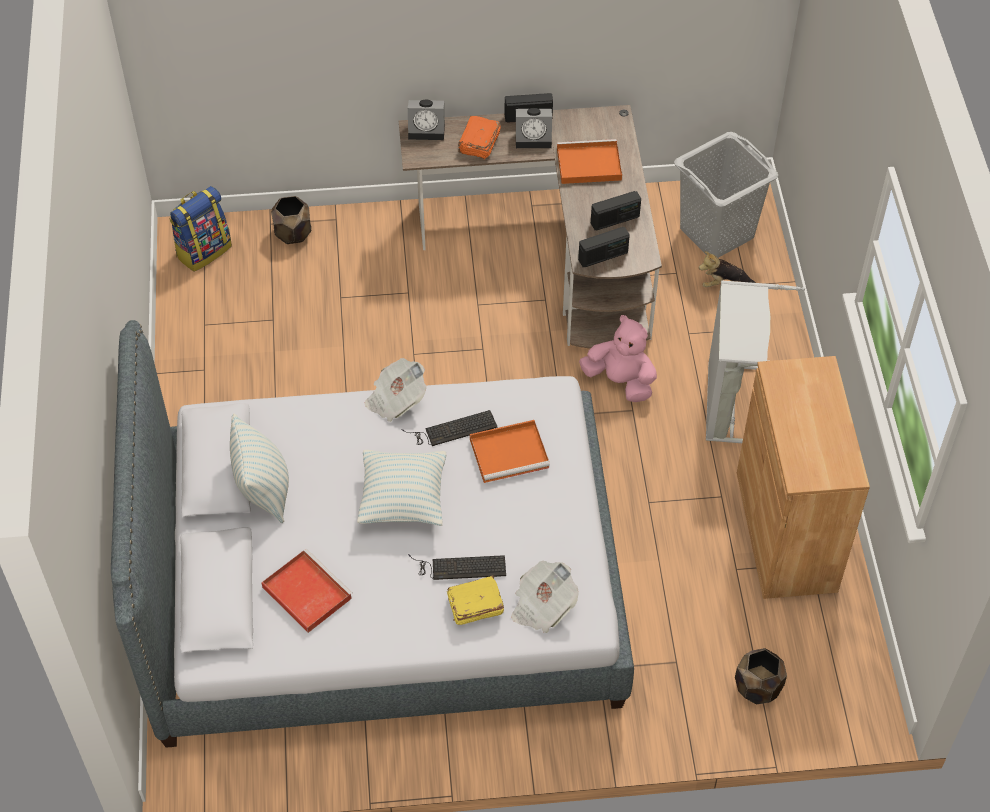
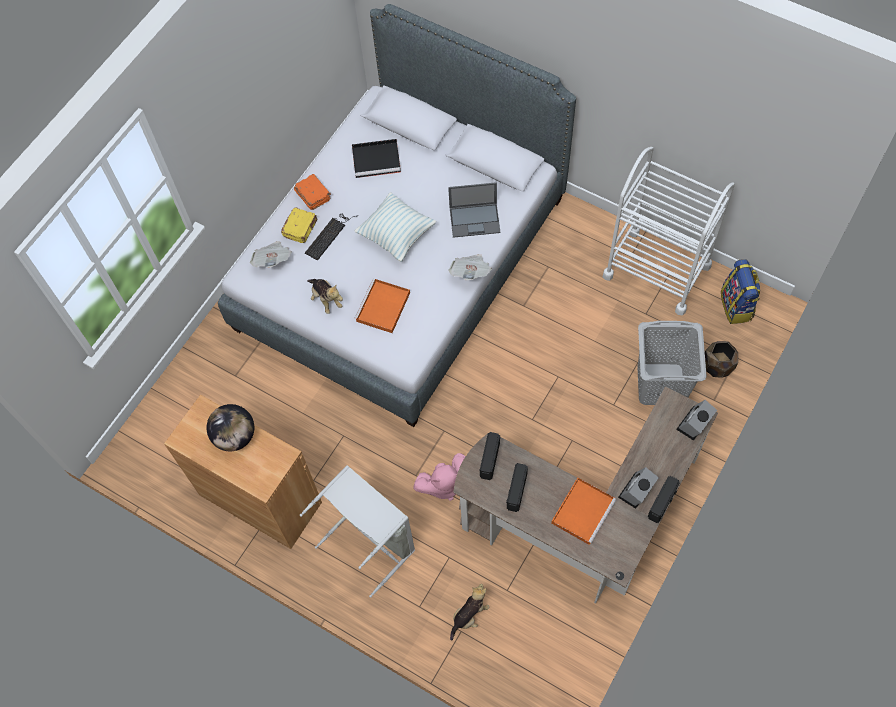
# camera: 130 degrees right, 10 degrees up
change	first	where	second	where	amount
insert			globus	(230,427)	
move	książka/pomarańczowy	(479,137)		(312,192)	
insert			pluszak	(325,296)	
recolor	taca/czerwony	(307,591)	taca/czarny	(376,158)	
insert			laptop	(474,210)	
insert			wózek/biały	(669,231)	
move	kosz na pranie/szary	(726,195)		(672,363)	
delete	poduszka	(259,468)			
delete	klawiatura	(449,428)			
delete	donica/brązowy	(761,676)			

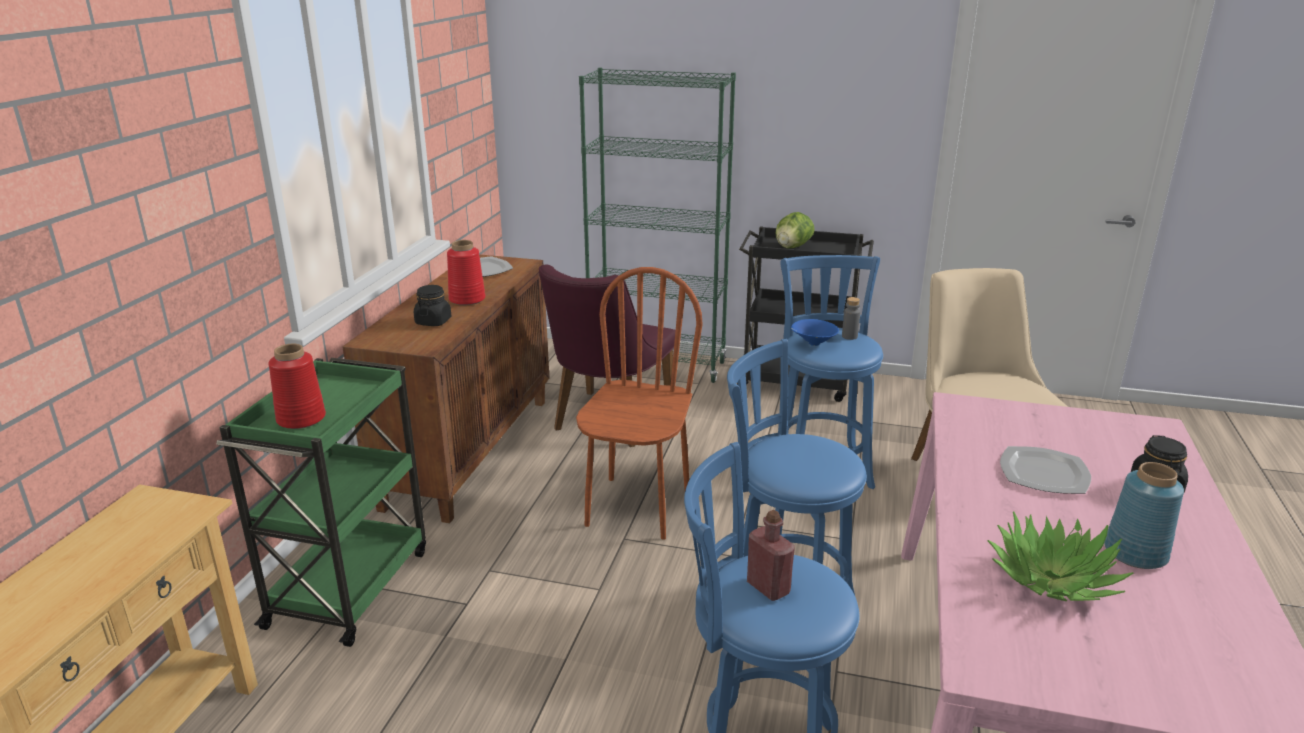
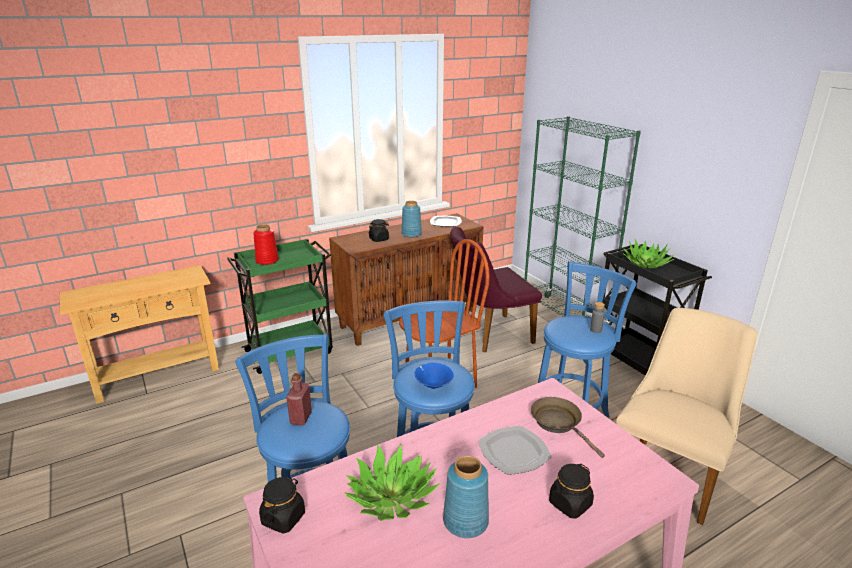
# camera: 45 degrees right, 0 degrees up
change	first	where	second	where	amount
insert			słoik/czarny	(282,504)	
recolor	wazon/czerwony	(466,272)	wazon/niebieski	(411,219)	
move	miska/niebieski	(815,332)		(434,376)	
insert			patelnia/brązowy	(568,427)	
replace	sałata	(795,230)	roślina doniczkowa	(648,253)	

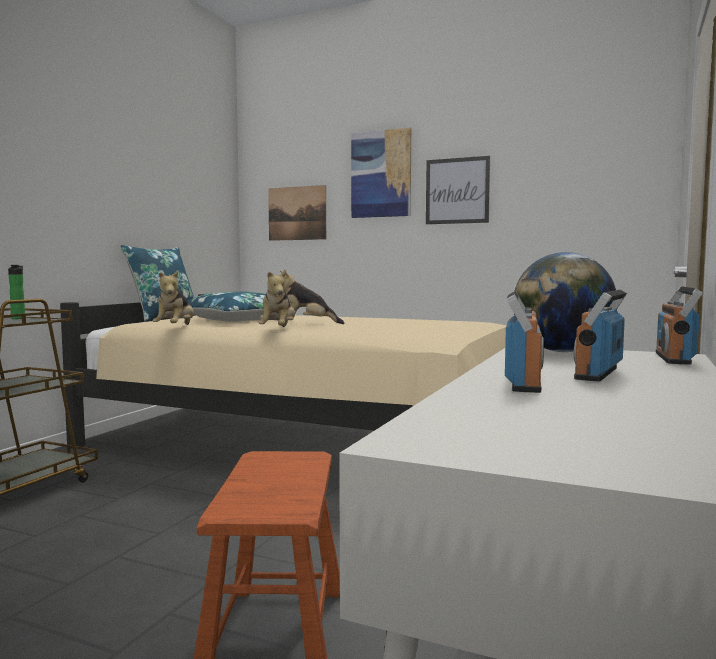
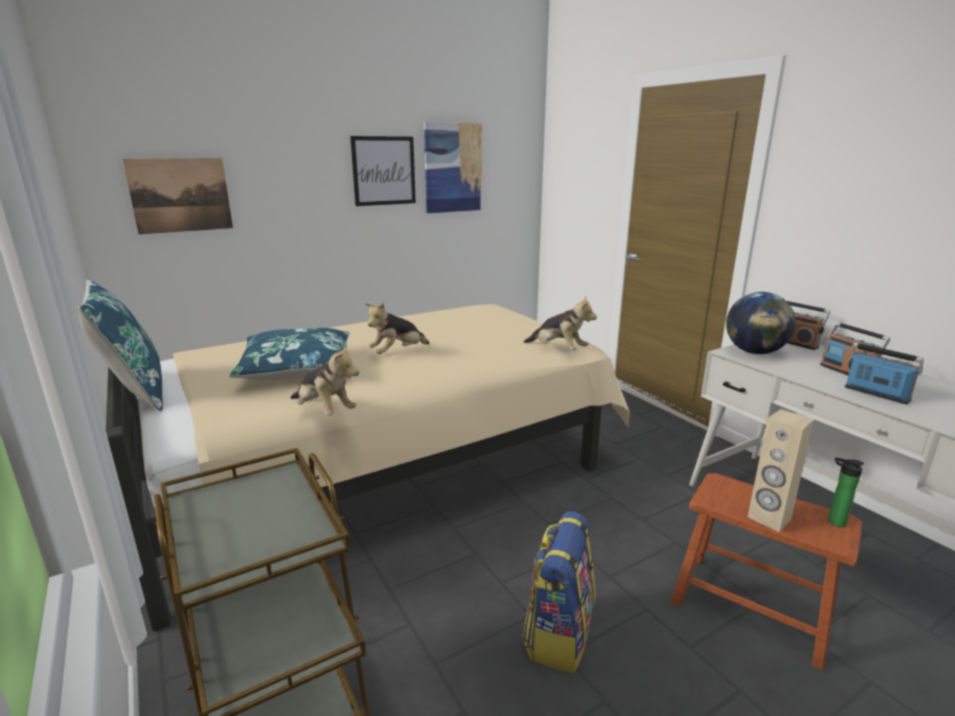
# camera: 55 degrees left, 15 degrees up
change	first	where	second	where	amount
move	obraz	(381,173)		(453,167)	
insert			plecak	(559,592)	
move	pluszak	(277,298)		(560,323)	
insert			głośnik/beżowy	(781,470)	
move	butelka	(16,292)		(846,492)	

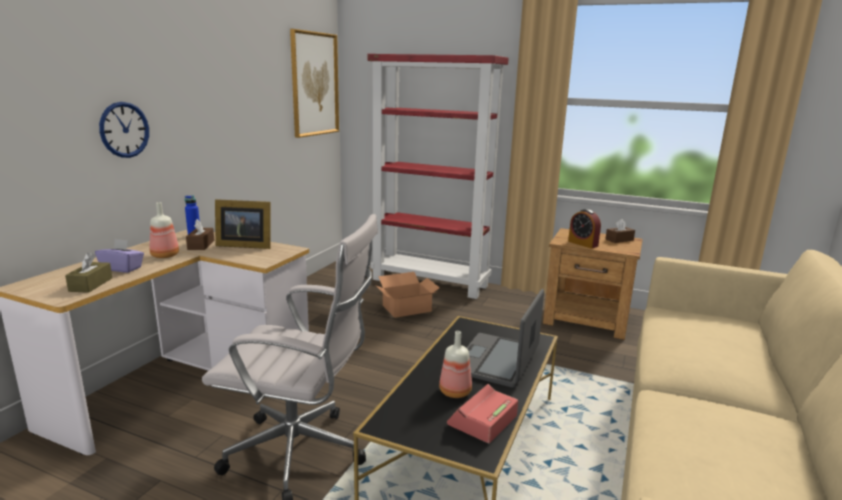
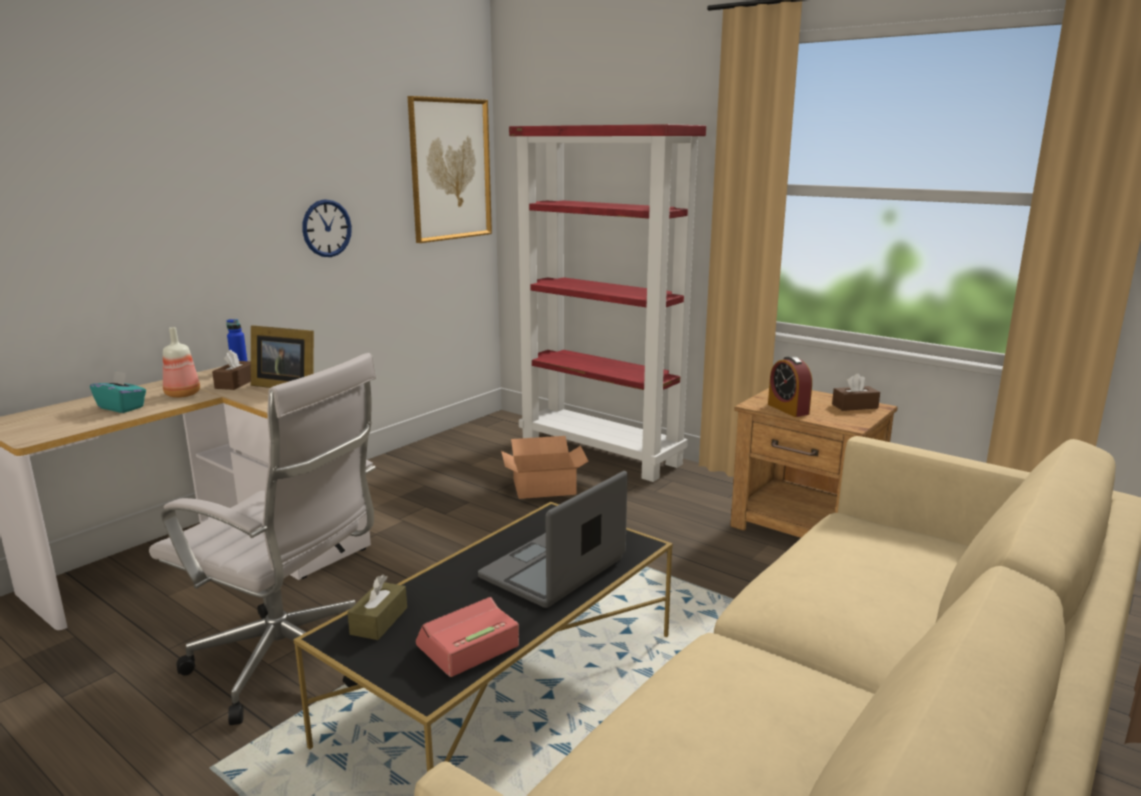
# camera: 15 degrees right, 0 degrees up
change	first	where	second	where	amount
recolor	pudełko chusteczek/fioletowy	(119,256)	pudełko chusteczek/turkusowy	(118,392)	
move	zegar ścienny	(124,130)		(327,228)	
move	pudełko chusteczek/brązowy	(88,273)		(377,607)	
delete	butelka	(455,364)			

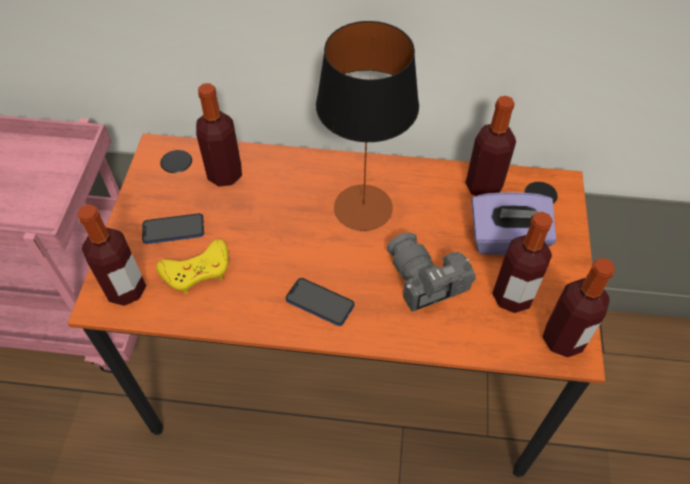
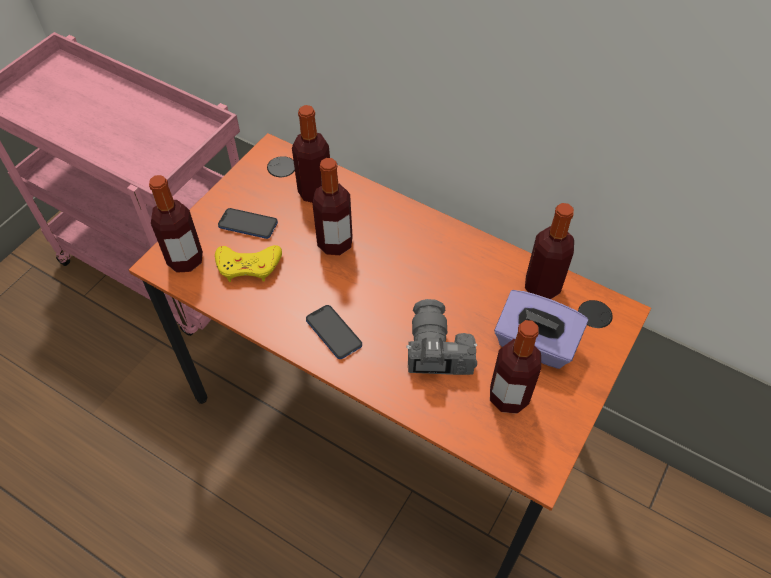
# camera: 25 degrees right, 0 degrees up
change	first	where	second	where	amount
move	butelka	(578,308)		(333,206)	
delete	lampa stołowa	(367,126)			

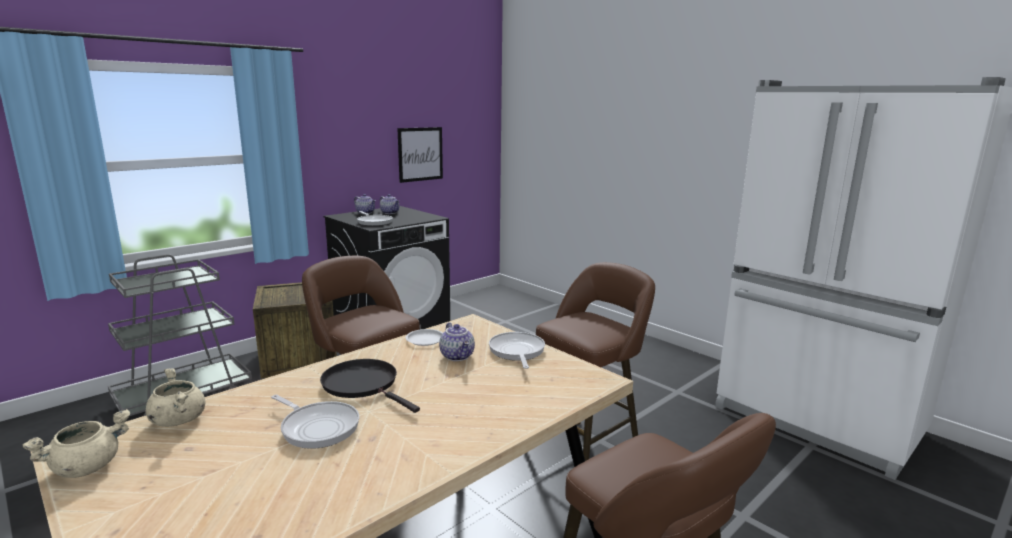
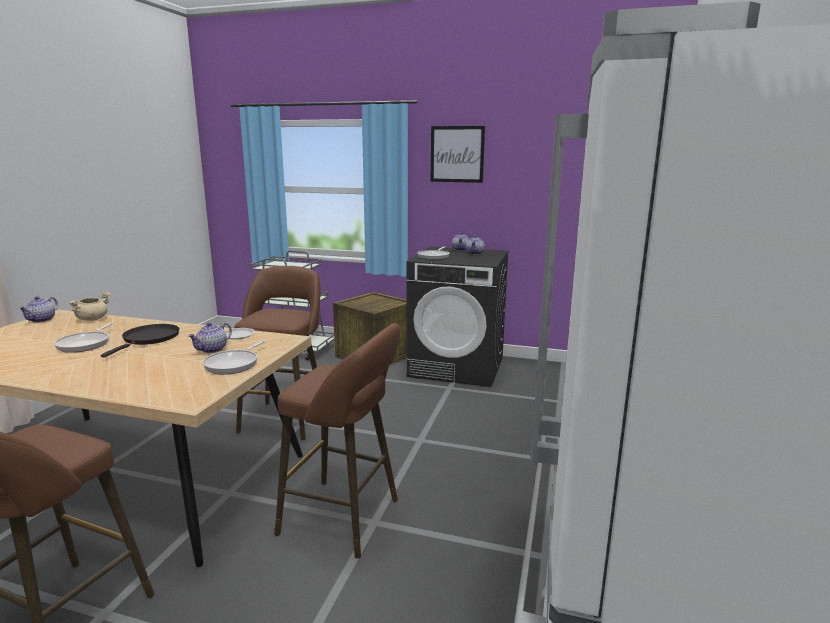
# camera: 60 degrees right, 0 degrees up
change	first	where	second	where	amount
replace	garnek/beżowy	(76,443)	imbryk	(38,309)	
rotate	patelnia	(517,350)		(234,358)	150 degrees clockwise
move	obraz	(420,155)		(457,154)	

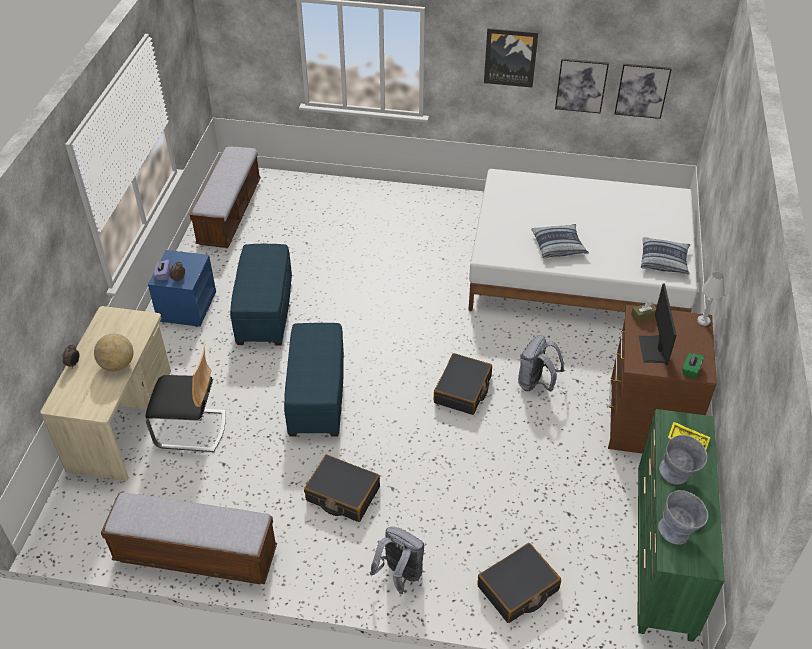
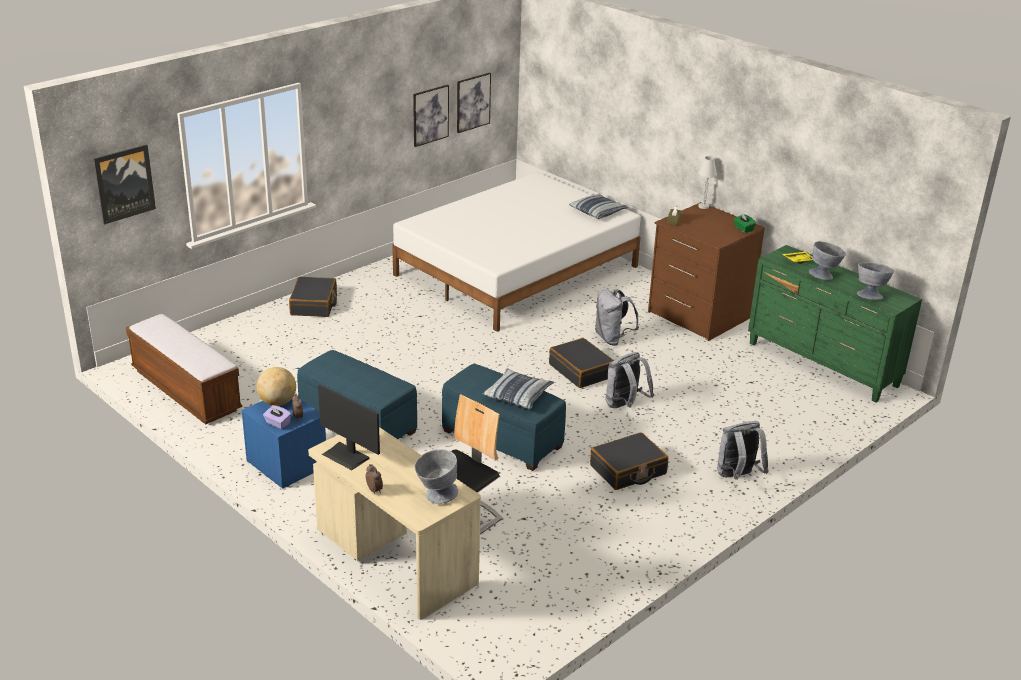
# camera: 55 degrees left, 15 degrees down
change	first	where	second	where	amount
move	obraz	(511,57)		(124,184)	
move	globus	(113,352)		(276,386)	
move	walizka/czarny	(519,583)		(313,297)	
move	monitor	(658,324)		(349,427)	
insert			miska/szary	(436,476)	
move	poduszka	(560,241)		(518,388)	
insert			plecak/szary	(630,380)	
delete	ławka	(189,538)			

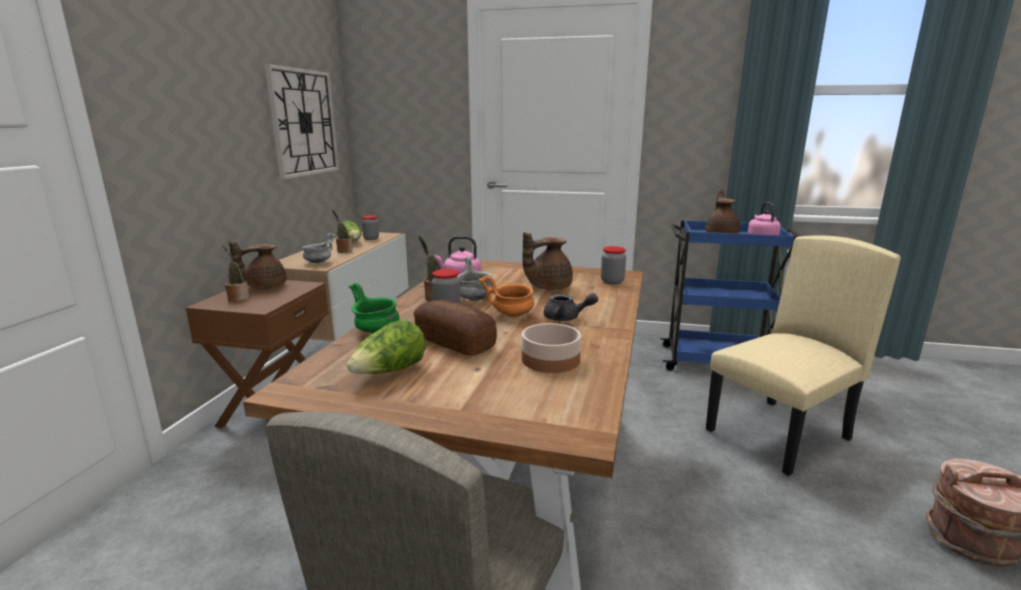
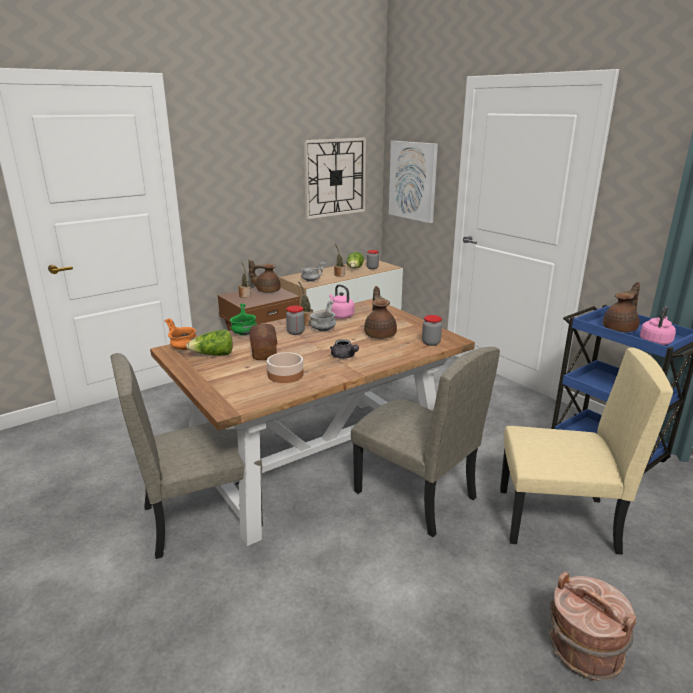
# camera: 40 degrees right, 5 degrees up
change	first	where	second	where	amount
move	miska/pomarańczowy	(506,296)		(181,334)	
insert			krzesło/beżowy	(425,442)	
rotate	imbryk/brązowy	(547,261)		(380,312)	75 degrees clockwise
insert			obraz	(413,182)	

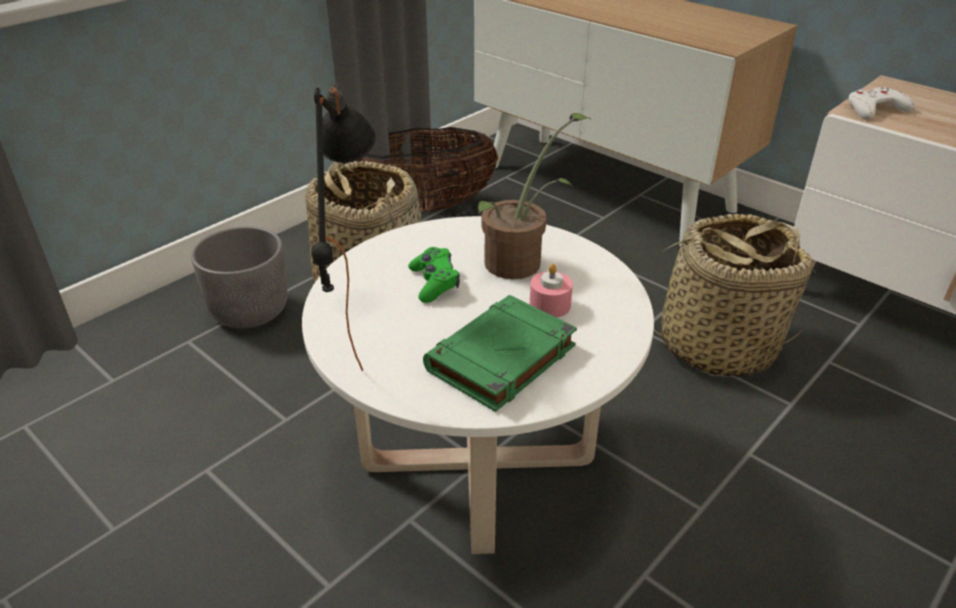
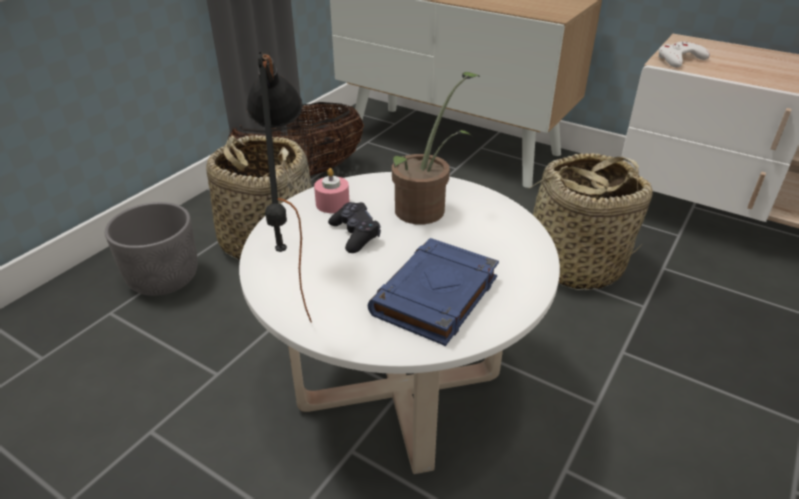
# camera: 10 degrees left, 0 degrees up
change	first	where	second	where	amount
move	świeca/różowy	(551,291)		(332,190)	
recolor	pad do gier/zielony	(434,275)	pad do gier/czarny	(354,227)	
recolor	książka/zielony	(500,353)	książka/niebieski	(433,292)	

